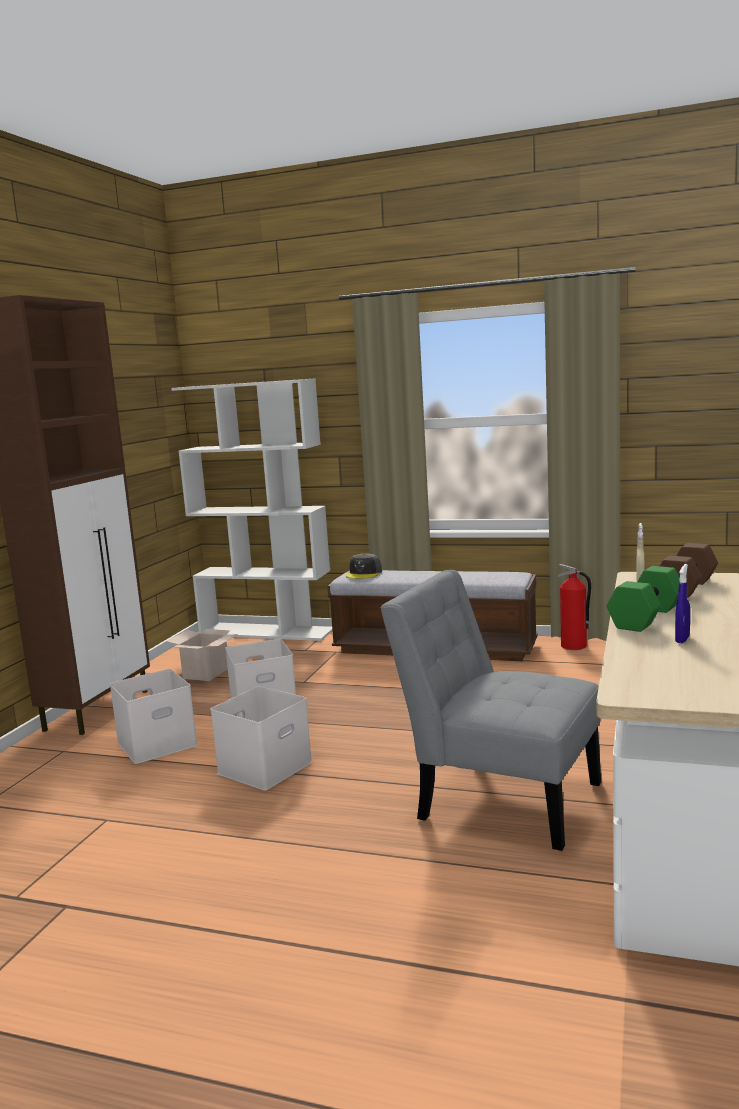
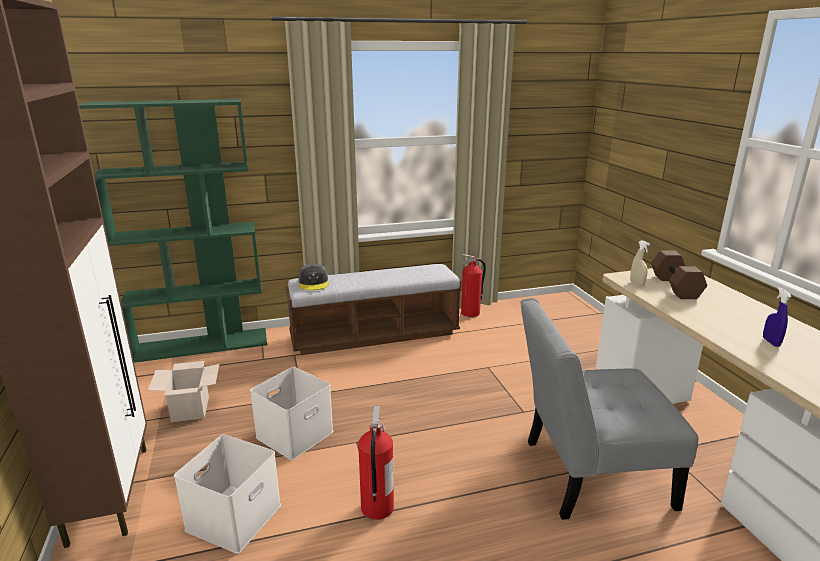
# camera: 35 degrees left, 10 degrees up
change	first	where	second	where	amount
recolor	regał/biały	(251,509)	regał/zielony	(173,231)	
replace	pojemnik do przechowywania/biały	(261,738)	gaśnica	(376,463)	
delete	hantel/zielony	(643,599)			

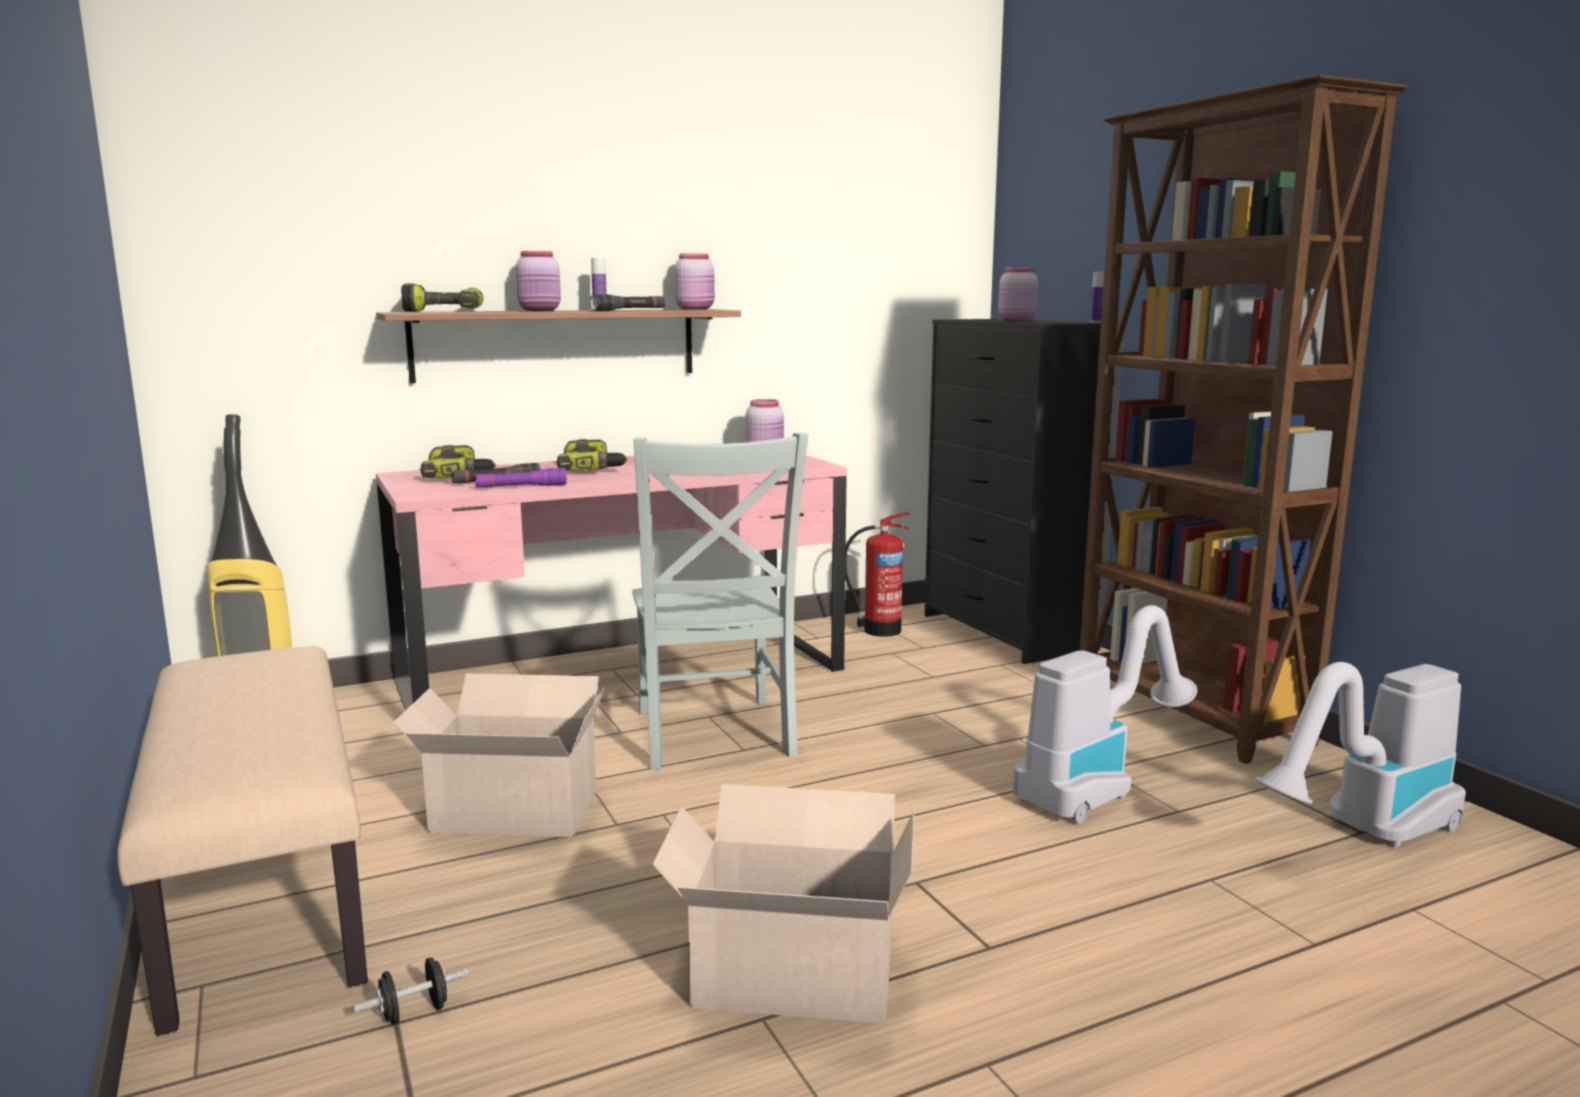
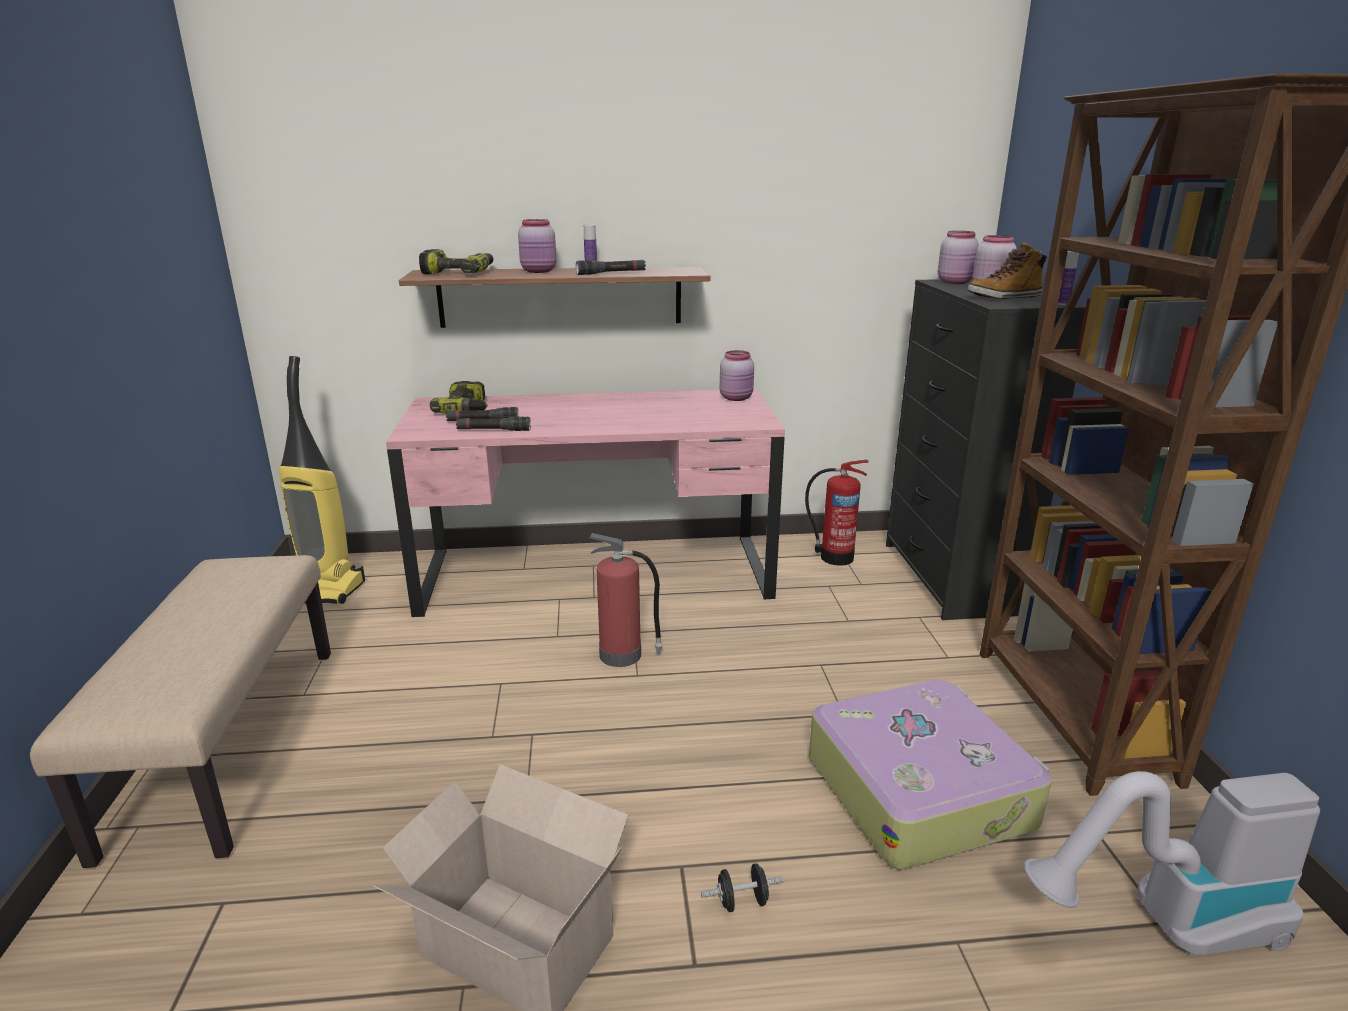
# camera: 20 degrees right, 10 degrees up
change	first	where	second	where	amount
recolor	latarka/fioletowy	(521,478)	latarka/czarny	(493,423)	
replace	krzesło/szary	(720,601)	gaśnica	(626,600)	
move	hantel/czarny	(411,991)		(742,887)	
replace	odkurzacz	(1105,714)	walizka	(930,775)	
move	słoik/różowy	(694,281)		(958,257)	
insert			but z cholewką	(1007,270)	
delete	karton	(499,755)			
delete	wiertarka	(592,455)			

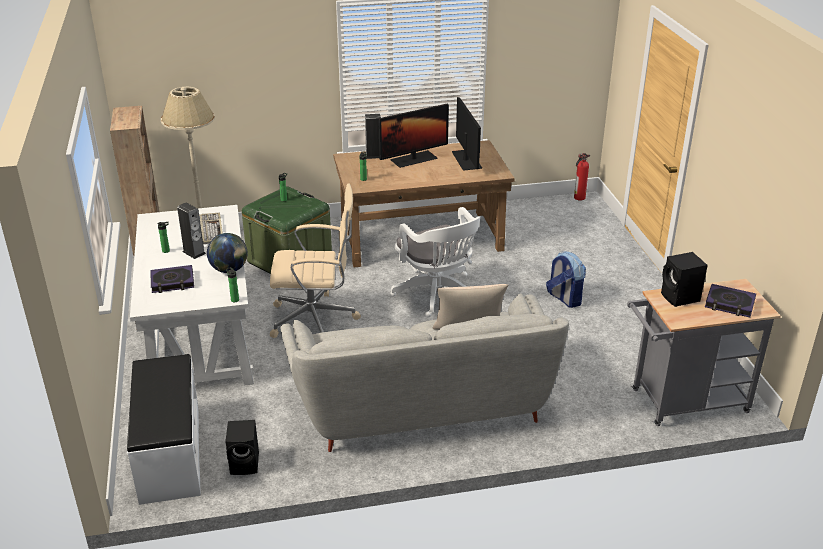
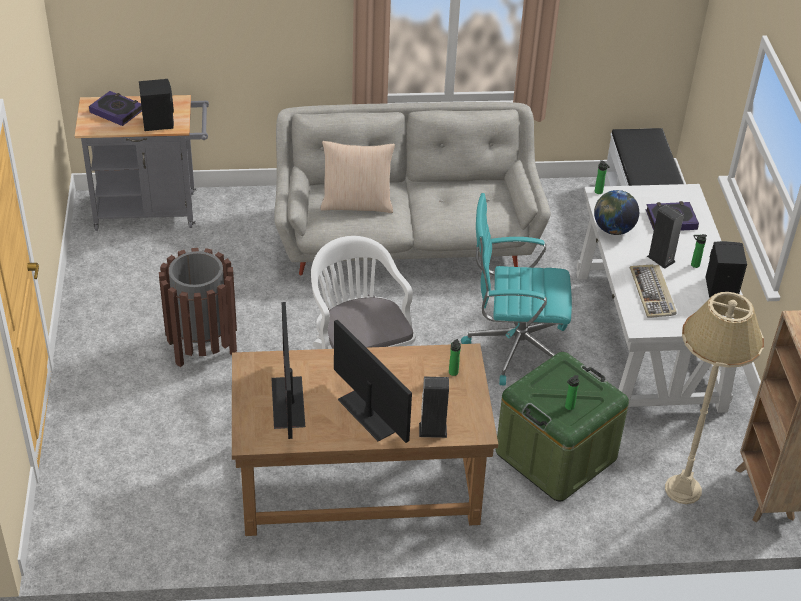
# camera: 175 degrees left, 10 degrees up
change	first	where	second	where	amount
replace	plecak	(566,279)	kosz na śmieci/brązowy	(198,307)	
rotate	monitor	(413,136)		(373,381)	75 degrees clockwise
recolor	krzesło biurowe/beżowy	(315,260)	krzesło biurowe/turkusowy	(516,289)	
move	głośnik/czarny	(242,447)		(726,269)	
delete	gaśnica	(582,177)			

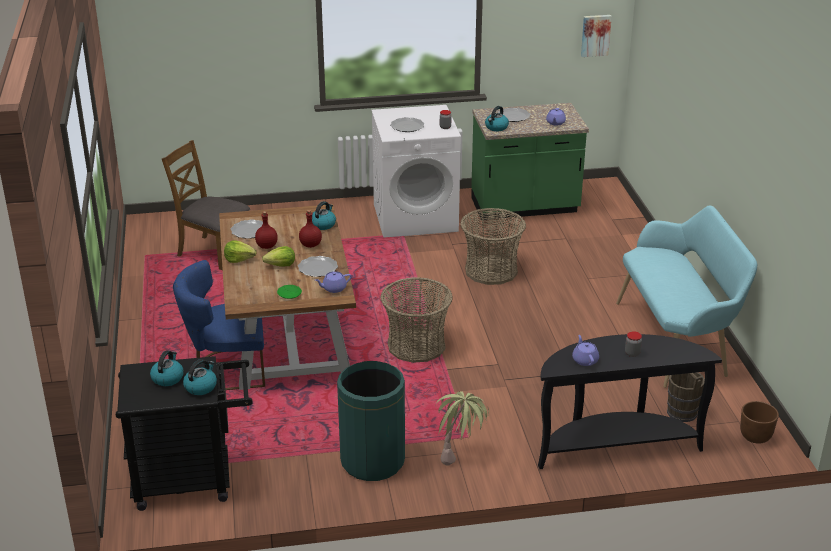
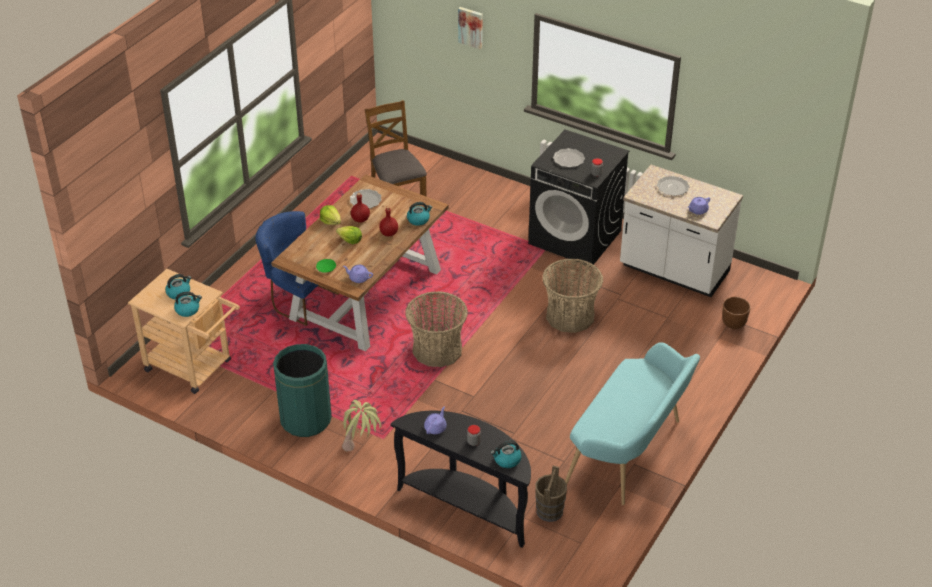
# camera: 40 degrees right, 10 degrees up
change	first	where	second	where	amount
recolor	wózek/czarny	(184,433)	wózek/beżowy	(184,331)	
move	obraz	(596,36)		(470,28)	
move	czajnik	(497,118)		(506,454)	
recolor	pralka/biały	(416,171)	pralka/czarny	(578,198)	
recolor	zabudowa kuchenna/zielony	(530,161)	zabudowa kuchenna/biały	(681,231)	
move	donica/brązowy	(759,422)		(736,313)	
delete	talerz	(318,266)			

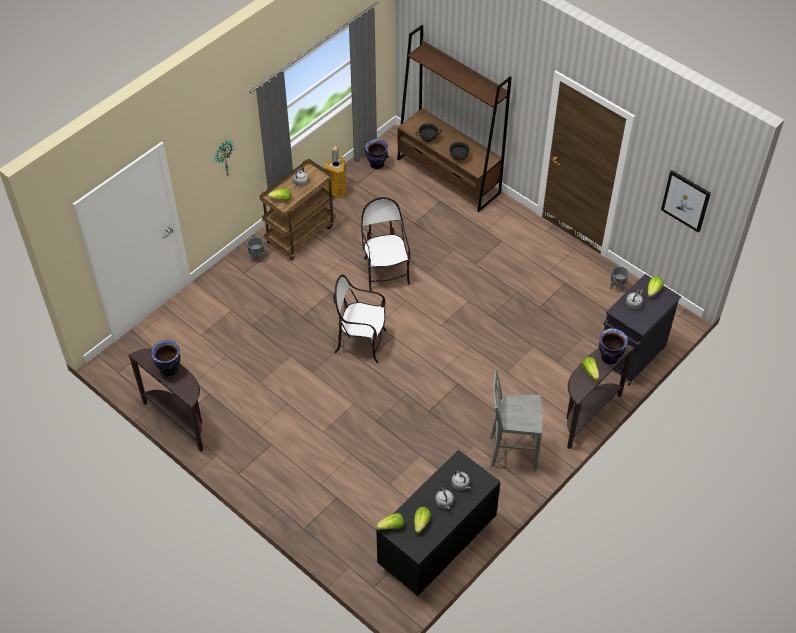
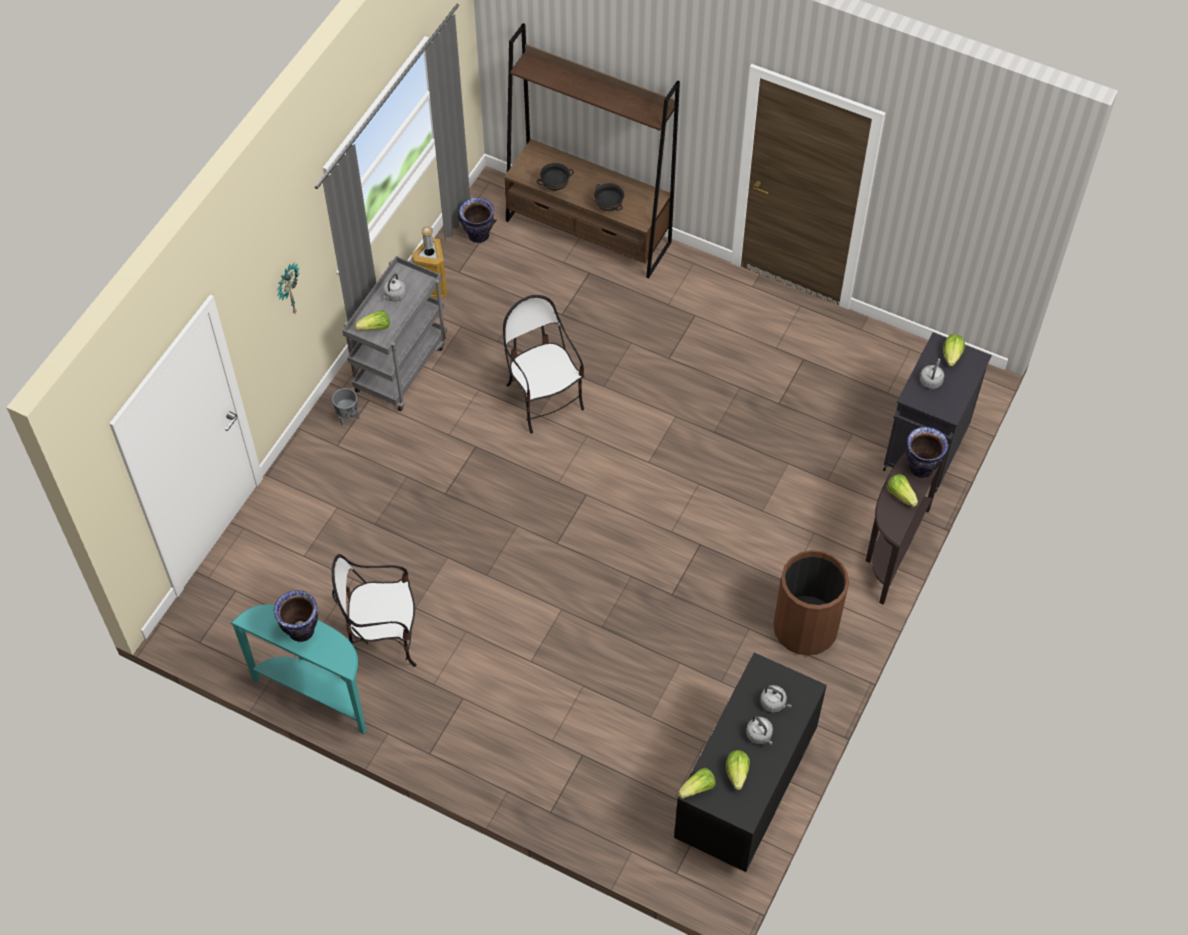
# camera: 15 degrees left, 5 degrees up
change	first	where	second	where	amount
recolor	stolik konsolowy/brązowy	(165,400)	stolik konsolowy/turkusowy	(298,669)	
move	krzesło	(360,318)		(374,610)	
recolor	wózek/brązowy	(298,210)	wózek/szary	(394,333)	
replace	stołek/szary	(516,420)	kosz na śmieci/brązowy	(811,603)	
delete	donica/szary	(619,279)			
delete	obraz	(686,201)			

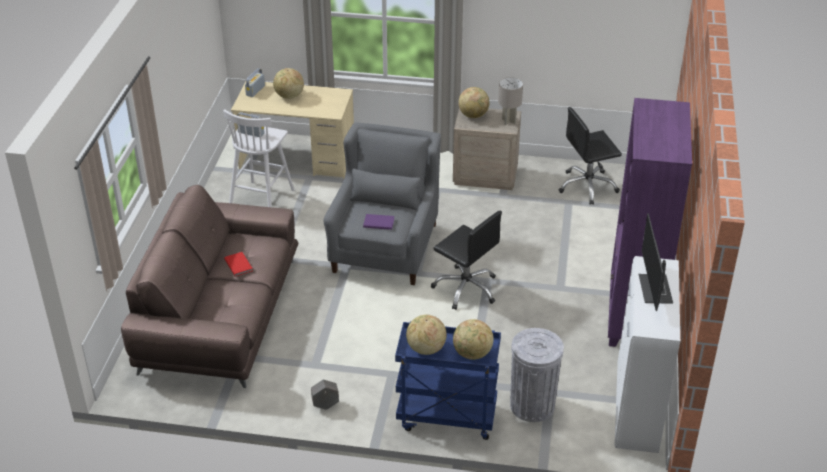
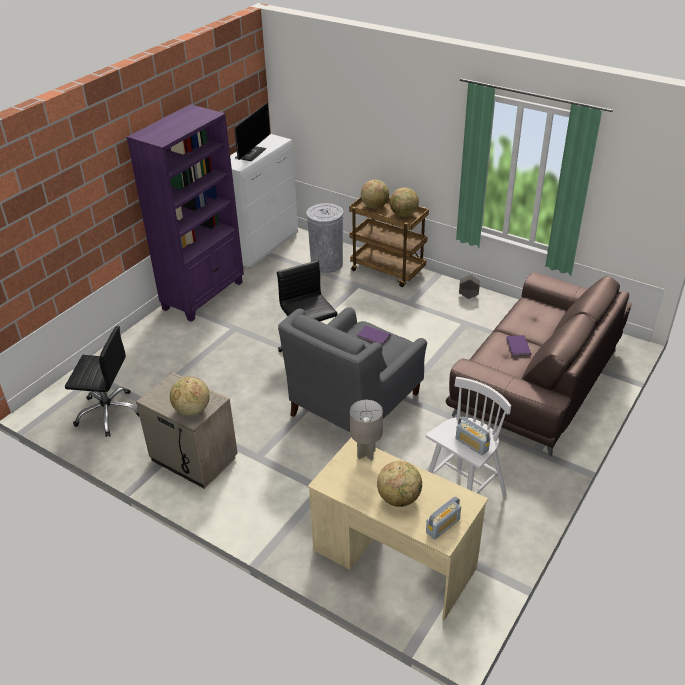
# camera: 155 degrees left, 0 degrees up
change	first	where	second	where	amount
recolor	wózek/niebieski	(448,380)	wózek/brązowy	(389,242)	
move	lampa stołowa/szary	(510,101)		(366,430)	
recolor	książka/czerwony	(238,264)	książka/fioletowy	(518,346)	

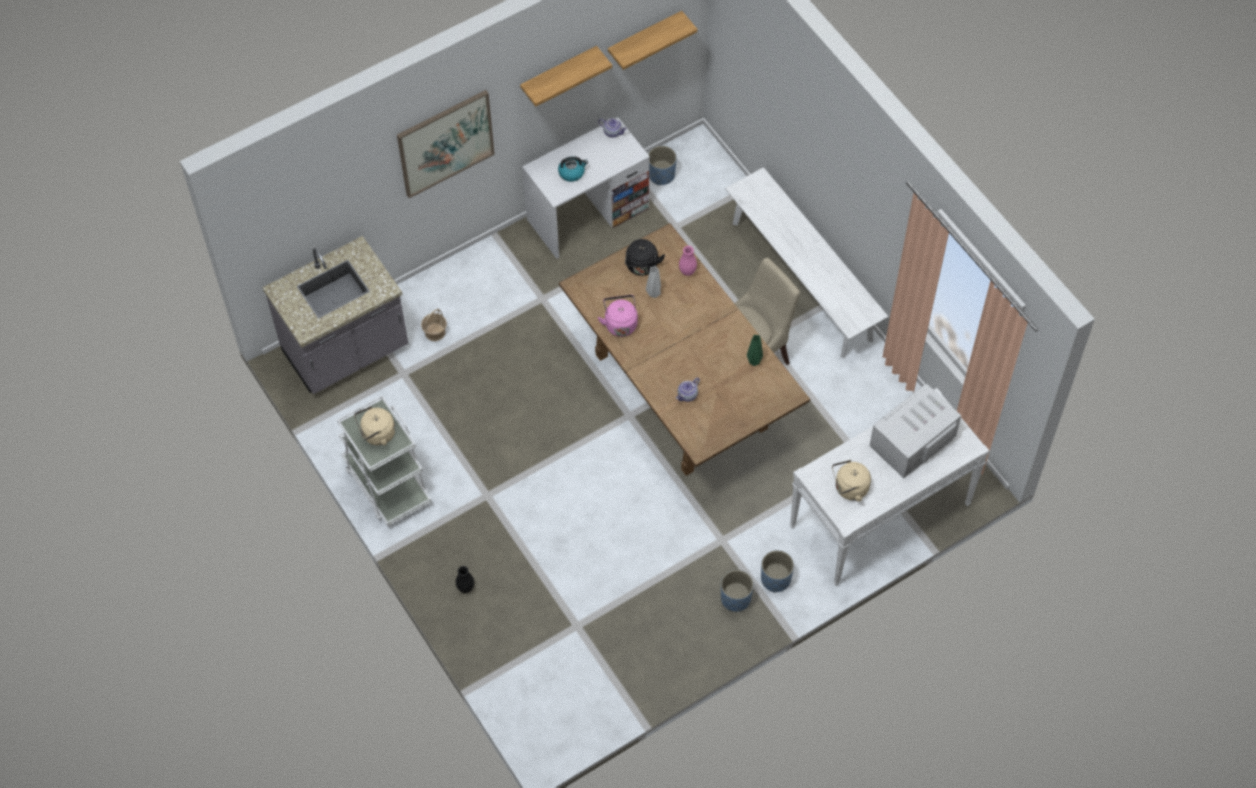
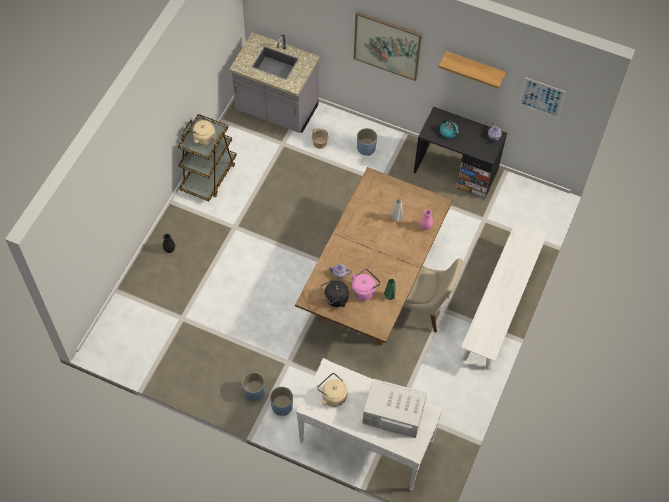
# camera: 55 degrees right, 0 degrees up
change	first	where	second	where	amount
recolor	wózek/biały	(384,460)	wózek/brązowy	(207,157)	
move	czajnik/czarny	(645,257)		(334,293)	
move	czajnik/różowy	(618,316)		(366,285)	
move	donica/niebieski	(662,165)		(367,142)	
recolor	biurko/biały	(586,188)	biurko/czarny	(460,152)	
replace	półka	(653,40)	obraz	(542,97)	

